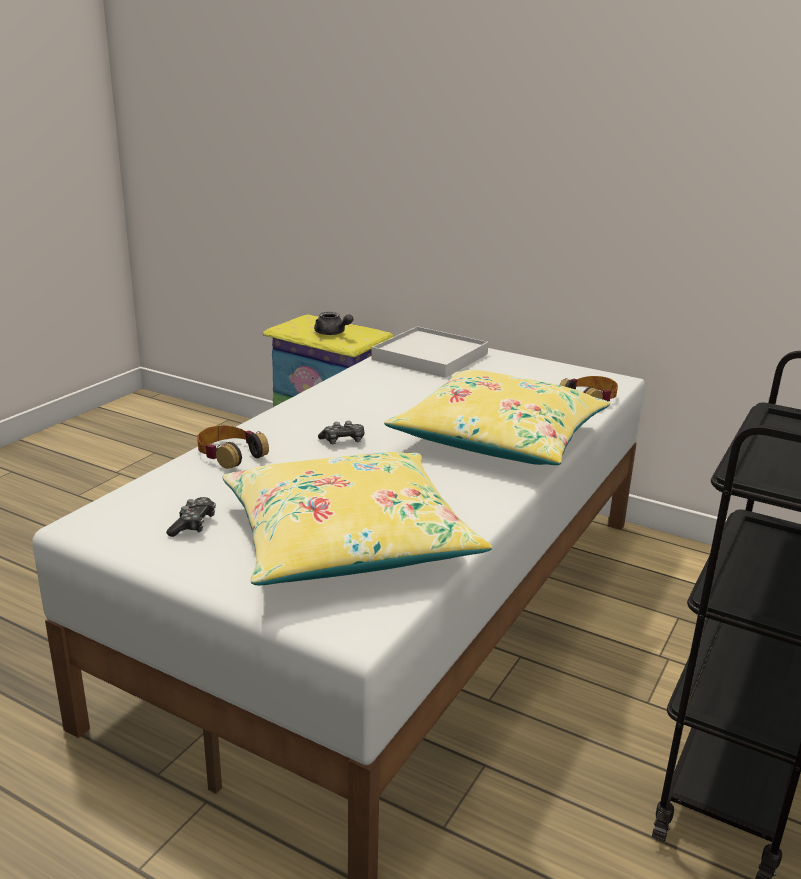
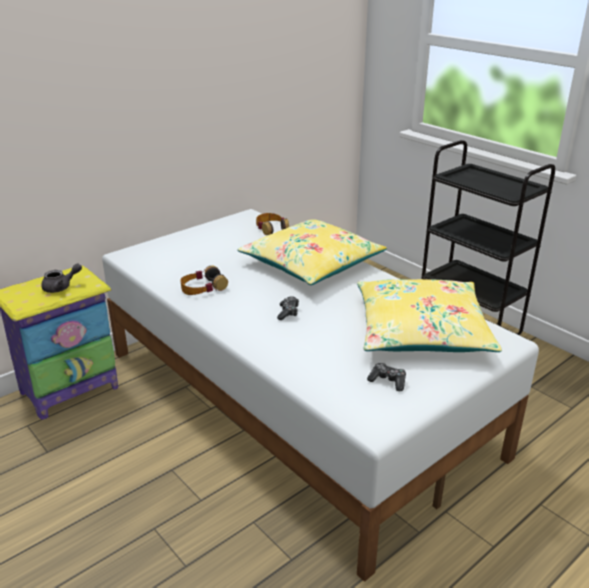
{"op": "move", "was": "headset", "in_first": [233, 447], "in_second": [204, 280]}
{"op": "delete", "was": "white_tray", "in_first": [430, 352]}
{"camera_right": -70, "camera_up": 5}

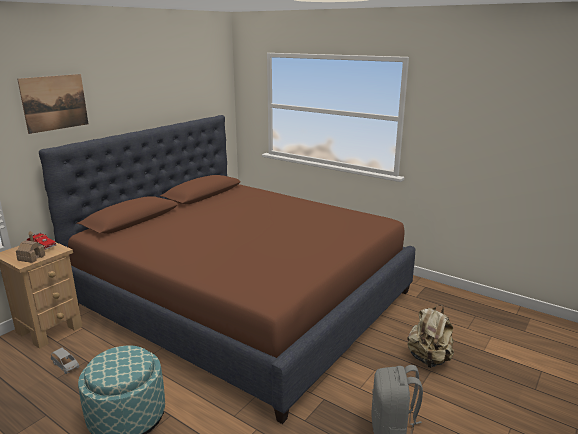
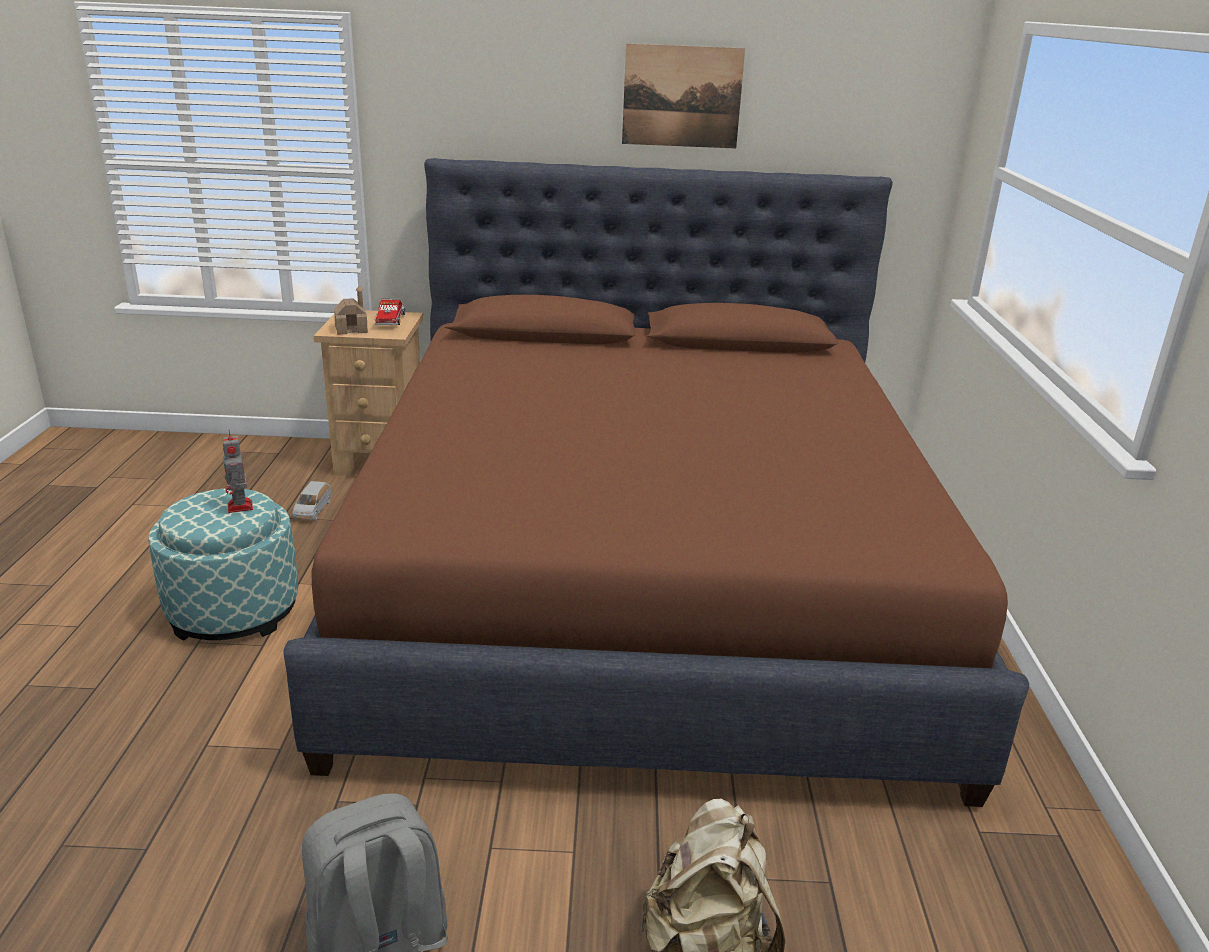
{"op": "move", "was": "picture", "in_first": [52, 104], "in_second": [683, 96]}
{"op": "insert", "now": "toy_robot", "in_second": [238, 471]}
{"camera_right": 55, "camera_up": 5}

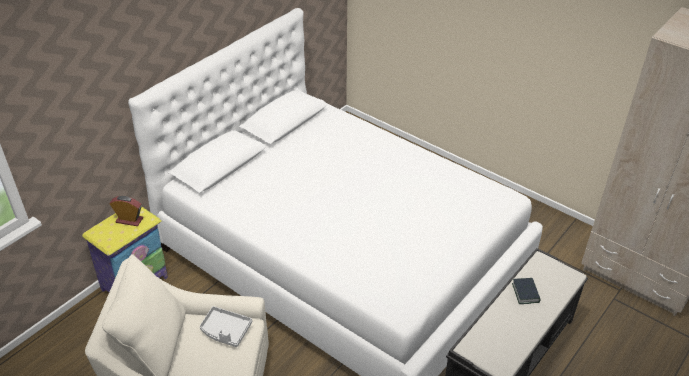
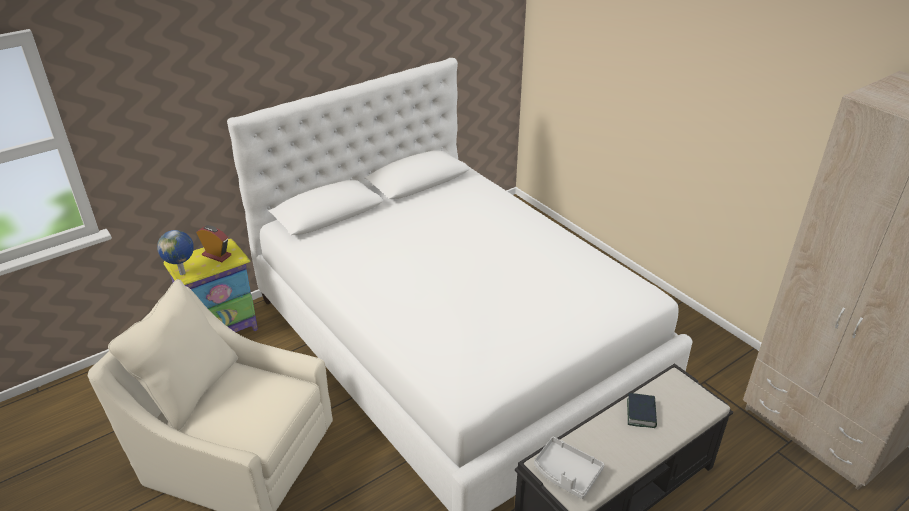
{"op": "move", "was": "greyish_tray", "in_first": [226, 326], "in_second": [569, 468]}
{"op": "insert", "now": "globe", "in_second": [175, 252]}
{"camera_right": 15, "camera_up": -5}

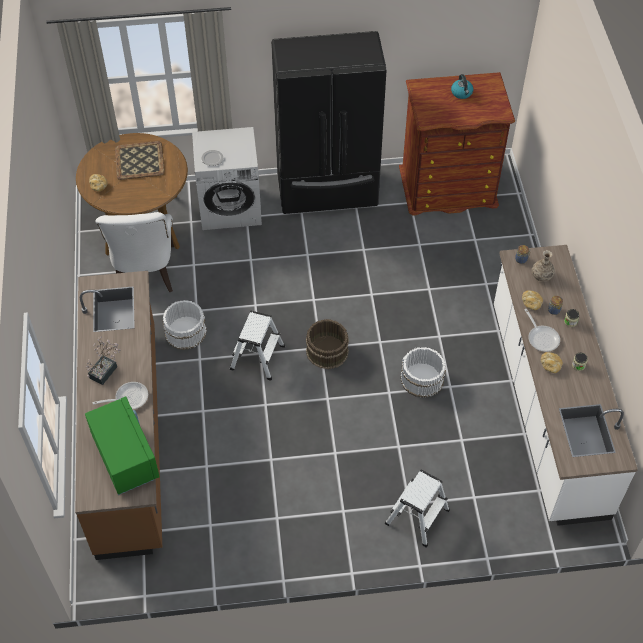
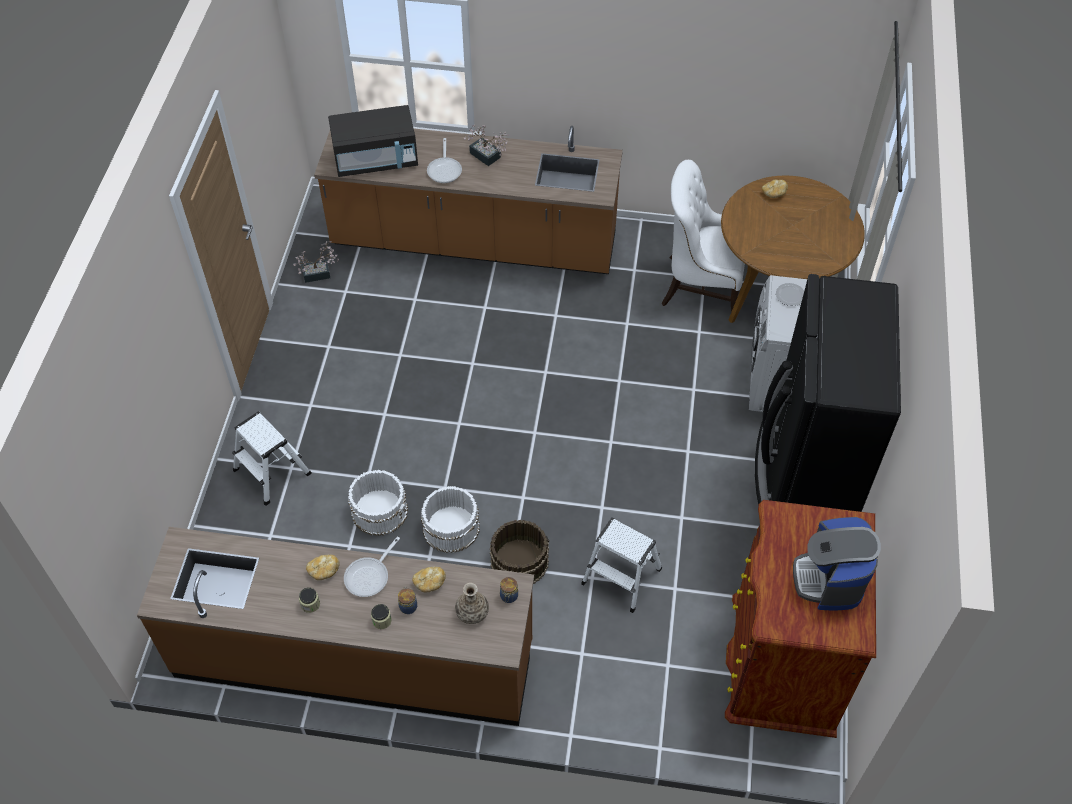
{"op": "recolor", "was": "green-coloured_microwave_oven", "now": "black_microwave_oven", "in_first": [122, 445], "in_second": [373, 141]}
{"op": "delete", "was": "tray", "in_first": [139, 160]}
{"op": "move", "was": "white_pail", "in_first": [185, 325], "in_second": [378, 503]}
{"op": "move", "was": "white_stepladder", "in_first": [257, 345], "in_second": [621, 565]}
{"op": "move", "was": "brownish_pail", "in_first": [327, 344], "in_second": [519, 552]}
{"op": "replace", "was": "kettle", "now": "coffee_maker", "in_first": [462, 86], "in_second": [837, 563]}
{"op": "recolor", "was": "white_counter", "now": "brownish_counter", "in_first": [566, 385], "in_second": [335, 626]}
{"op": "rotate", "was": "skillet", "in_first": [542, 330], "in_second": [372, 567], "clockwise": -45}
{"op": "insert", "now": "houseplant", "in_second": [316, 262]}
{"camera_right": 105, "camera_up": 0}

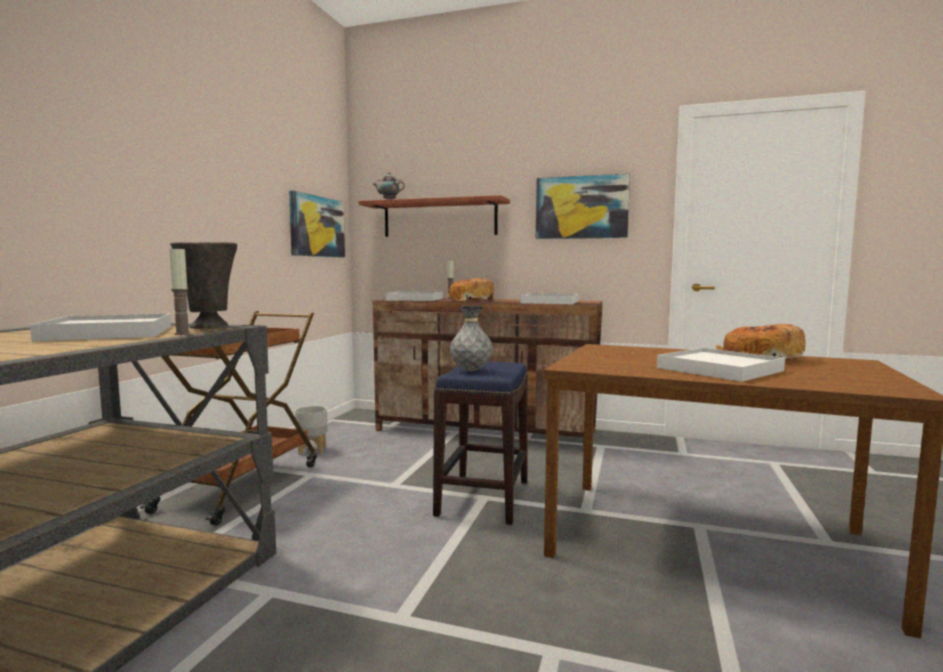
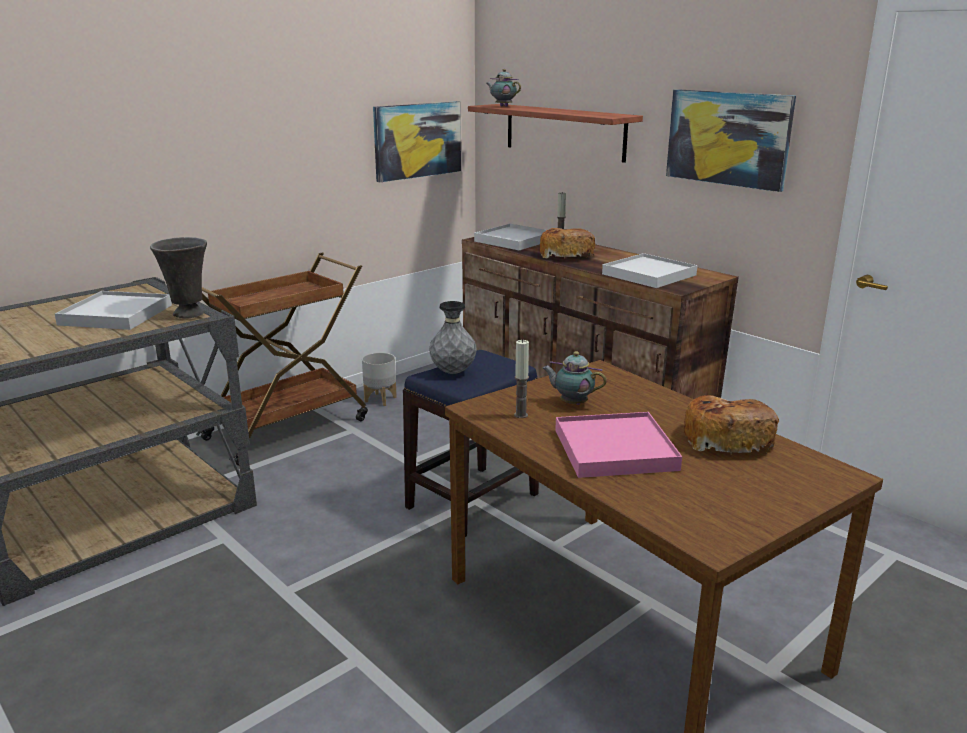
{"op": "move", "was": "wax_candle", "in_first": [180, 290], "in_second": [521, 379]}
{"op": "recolor", "was": "white_tray", "now": "pink-coloured_tray", "in_first": [721, 365], "in_second": [618, 445]}
{"op": "insert", "now": "pot_for_tea", "in_second": [574, 378]}
{"camera_right": 30, "camera_up": 15}

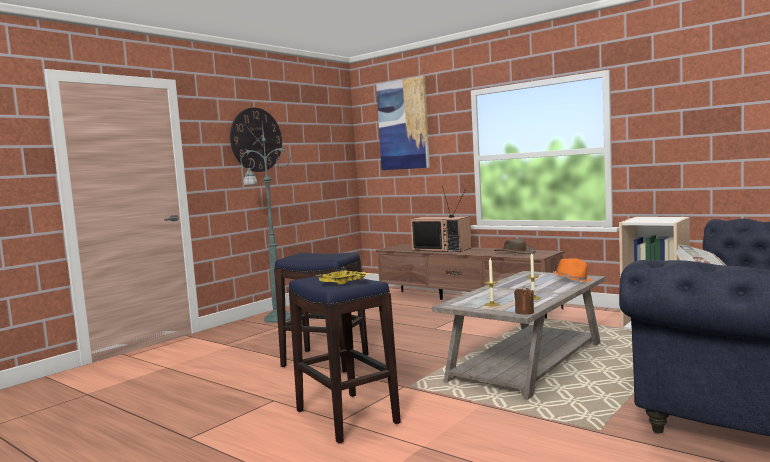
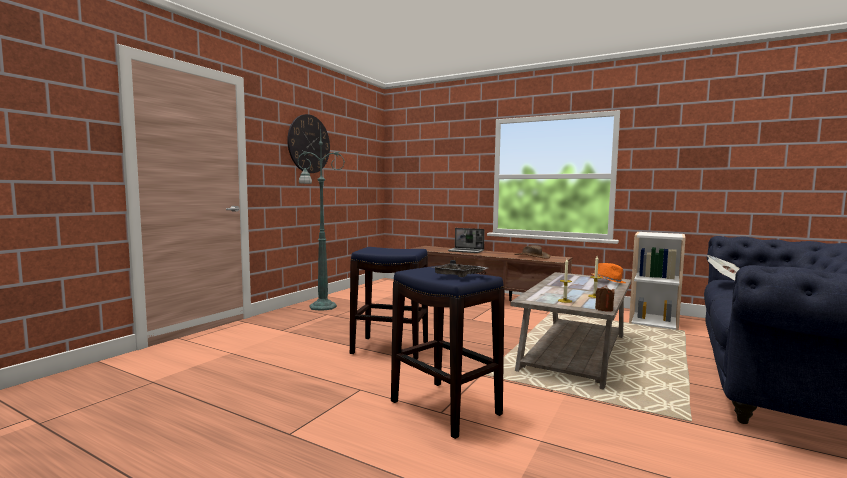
{"op": "recolor", "was": "yellow_tray", "now": "greyish_tray", "in_first": [341, 276], "in_second": [460, 268]}
{"op": "delete", "was": "picture", "in_first": [403, 123]}
{"op": "replace", "was": "TV_set", "now": "portable_computer", "in_first": [441, 219], "in_second": [466, 240]}
{"camera_right": -10, "camera_up": 0}

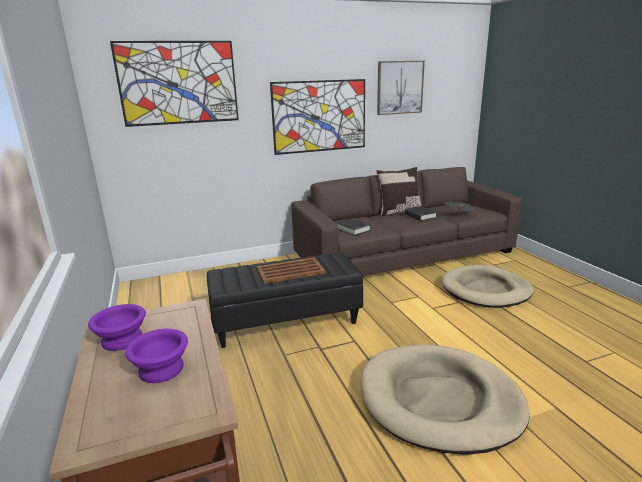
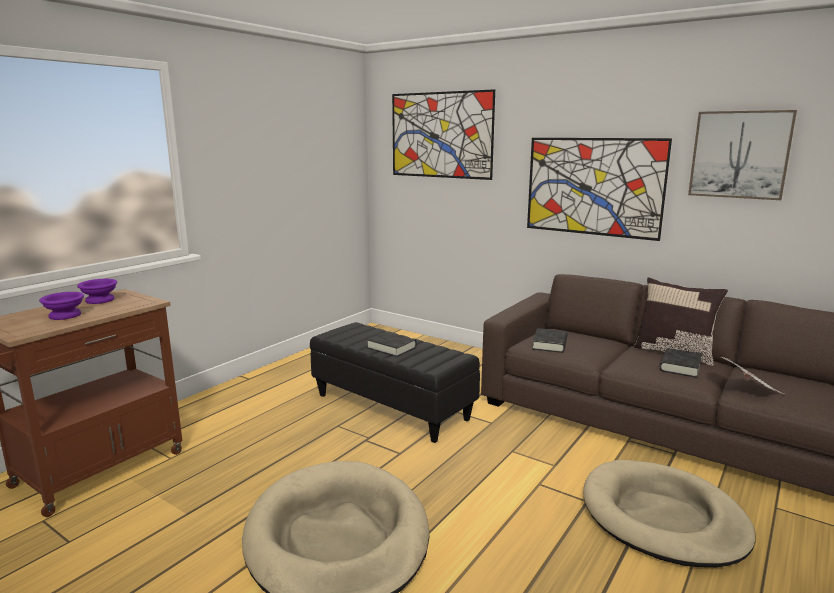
{"op": "replace", "was": "brownish_tray", "now": "black_book", "in_first": [291, 270], "in_second": [391, 344]}
{"camera_right": 55, "camera_up": -5}

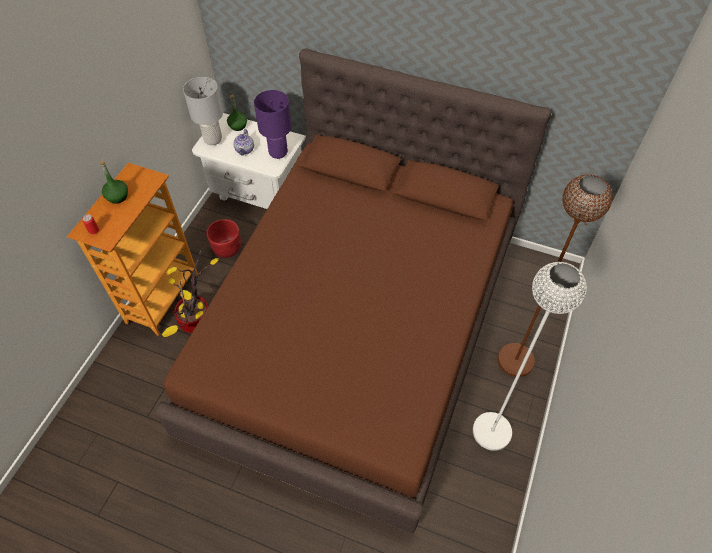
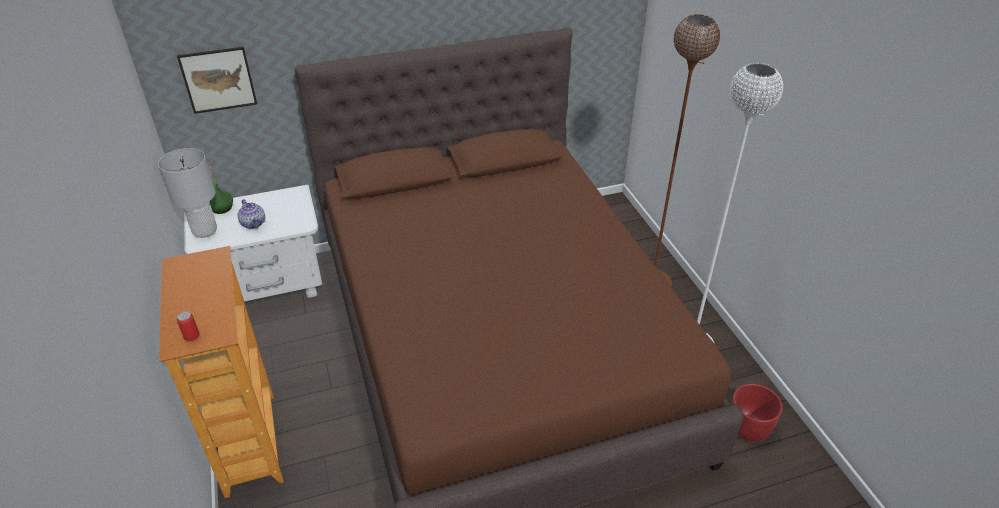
{"op": "delete", "was": "green-coloured_drink_bottle", "in_first": [114, 182]}
{"op": "delete", "was": "houseplant", "in_first": [190, 290]}
{"op": "move", "was": "reddish_flower_pot", "in_first": [223, 238], "in_second": [757, 413]}
{"op": "delete", "was": "purple_table_lamp", "in_first": [272, 124]}
{"op": "insert", "now": "picture", "in_second": [217, 80]}
{"camera_right": -40, "camera_up": -15}

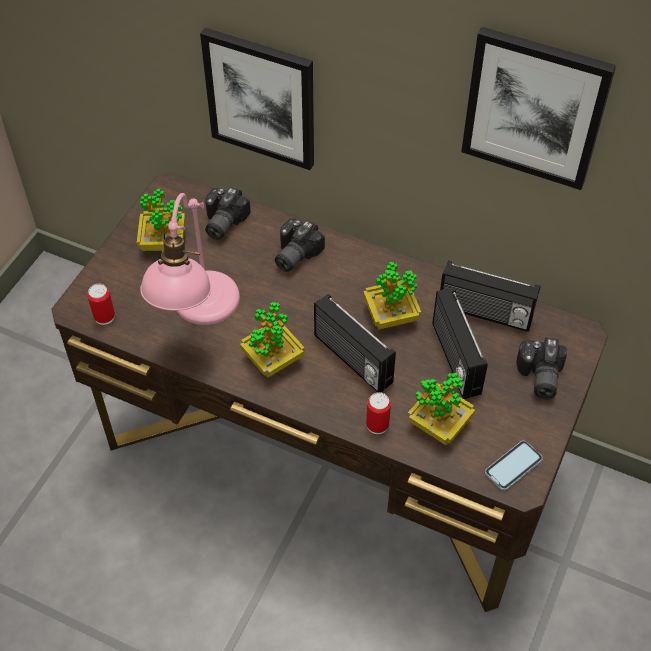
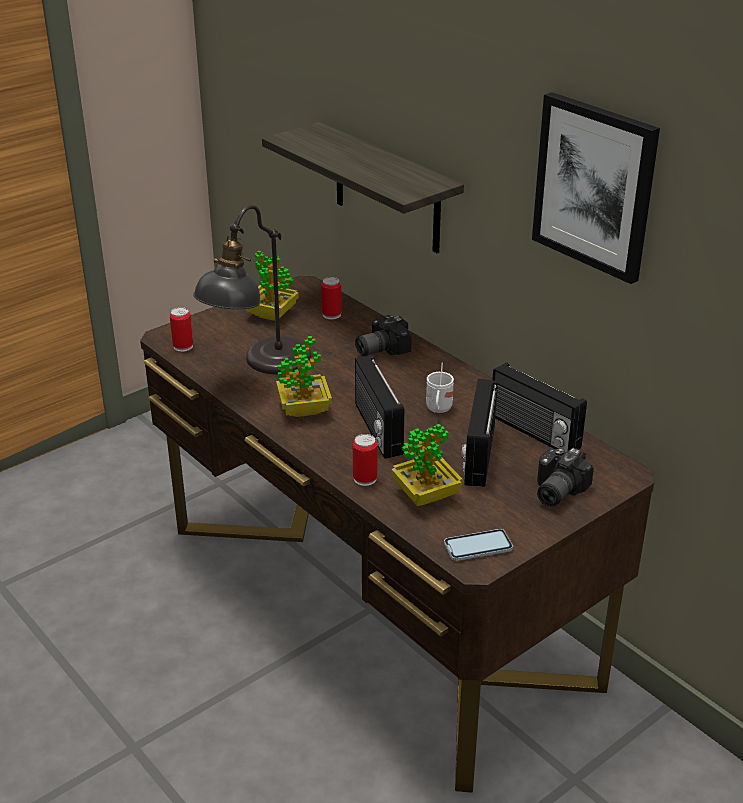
{"op": "recolor", "was": "pink-coloured_table_lamp", "now": "greyish_table_lamp", "in_first": [190, 259], "in_second": [252, 289]}
{"op": "replace", "was": "picture", "now": "bracket_shelf", "in_first": [257, 99], "in_second": [363, 187]}
{"op": "replace", "was": "still_camera", "now": "metal_can", "in_first": [228, 213], "in_second": [331, 298]}
{"op": "replace", "was": "houseplant", "now": "white_mug", "in_first": [392, 296], "in_second": [440, 388]}
{"camera_right": 25, "camera_up": -20}

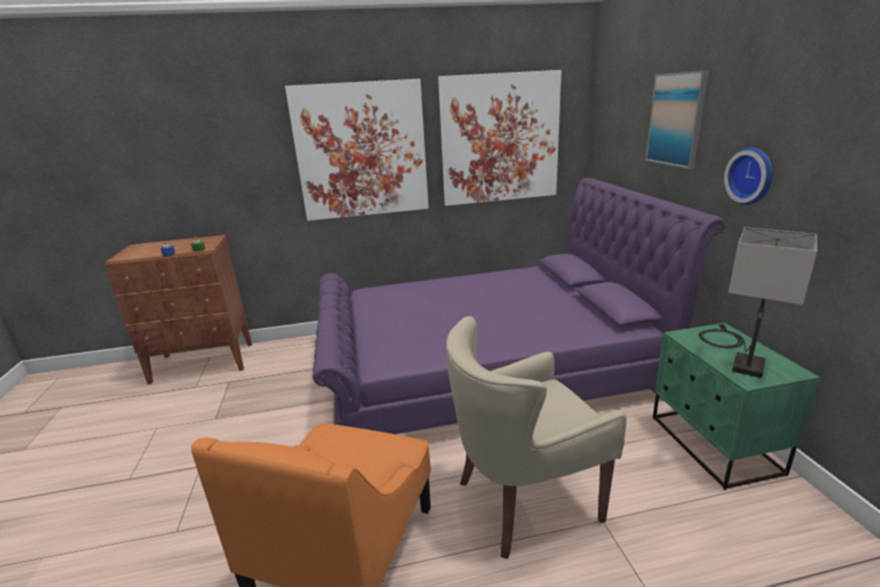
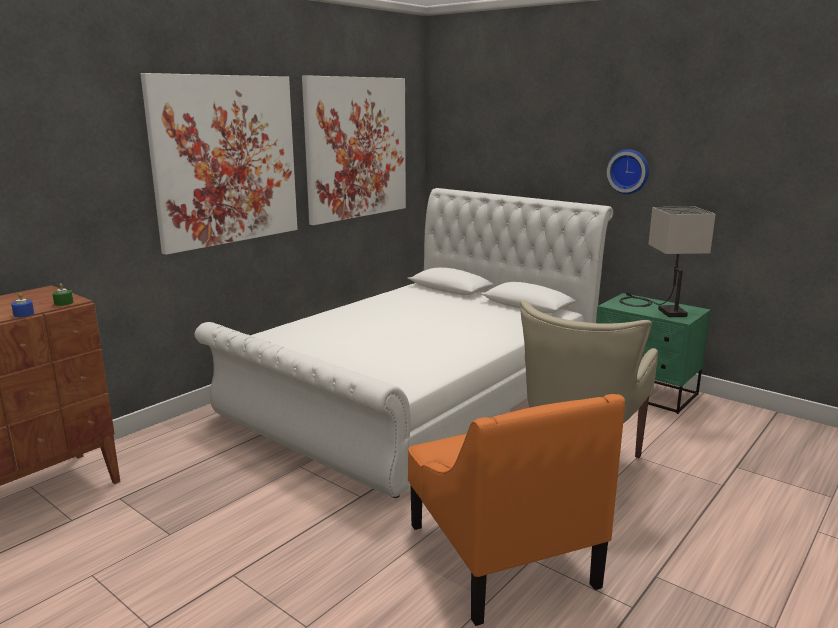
{"op": "recolor", "was": "purple_bed", "now": "white_bed", "in_first": [519, 306], "in_second": [403, 343]}
{"op": "delete", "was": "picture", "in_first": [677, 119]}
{"camera_right": -40, "camera_up": -5}

